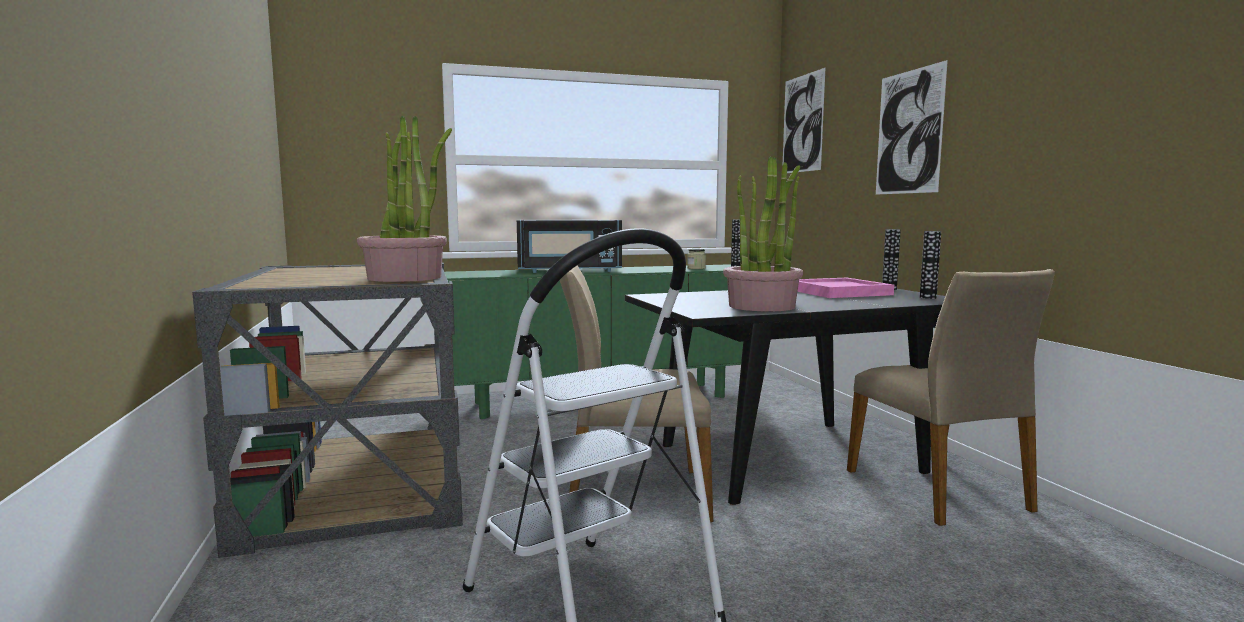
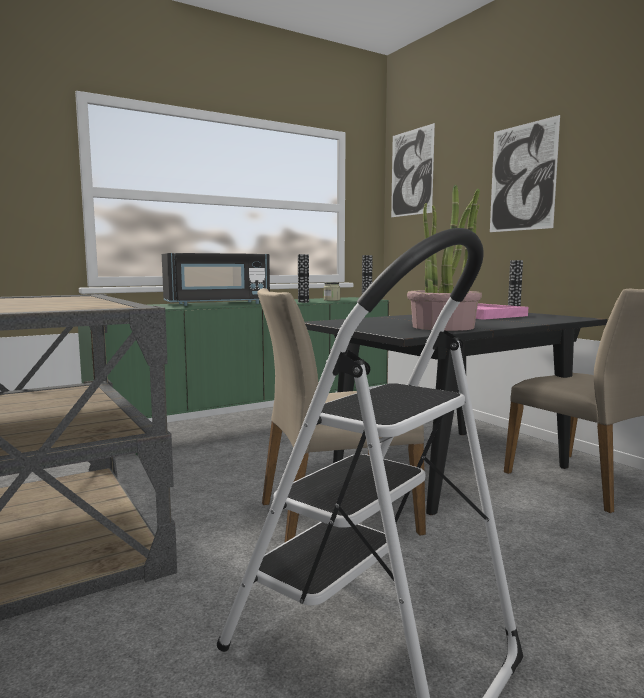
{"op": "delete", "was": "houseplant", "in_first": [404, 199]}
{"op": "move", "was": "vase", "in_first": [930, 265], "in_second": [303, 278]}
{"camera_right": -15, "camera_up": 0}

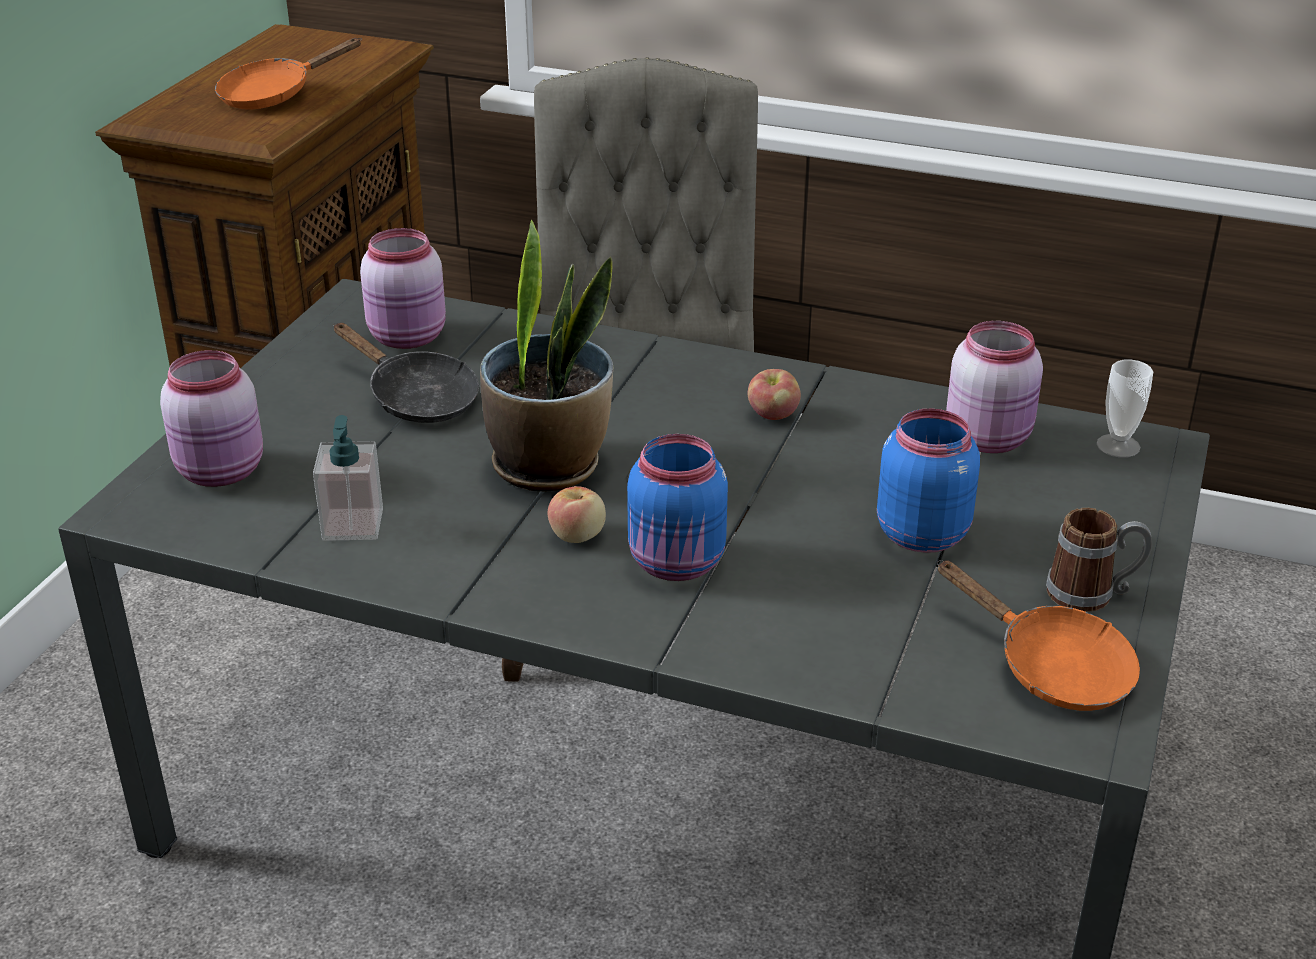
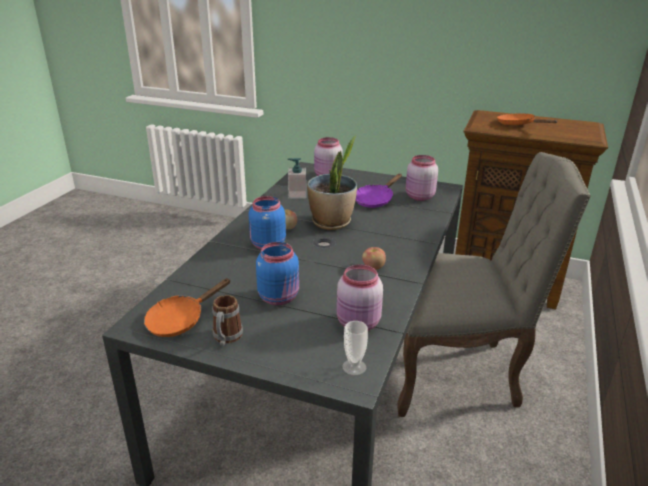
{"op": "recolor", "was": "black_skillet", "now": "purple_skillet", "in_first": [406, 373], "in_second": [379, 191]}
{"camera_right": 90, "camera_up": -5}

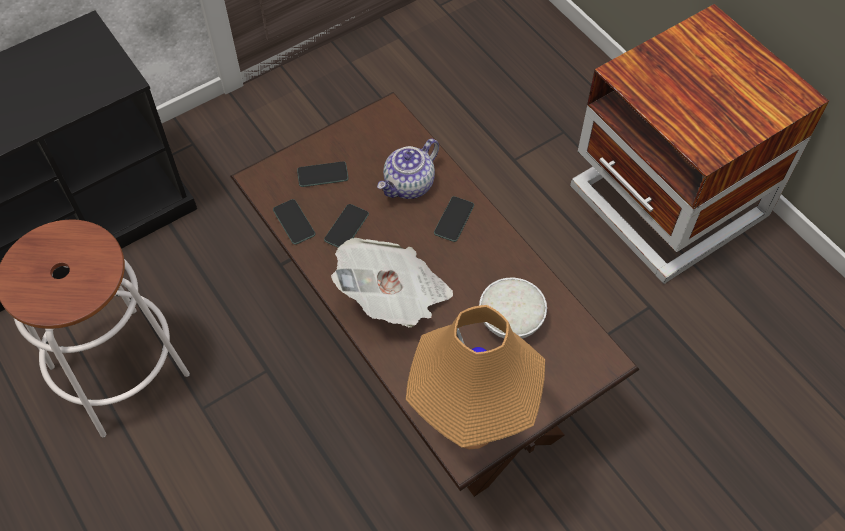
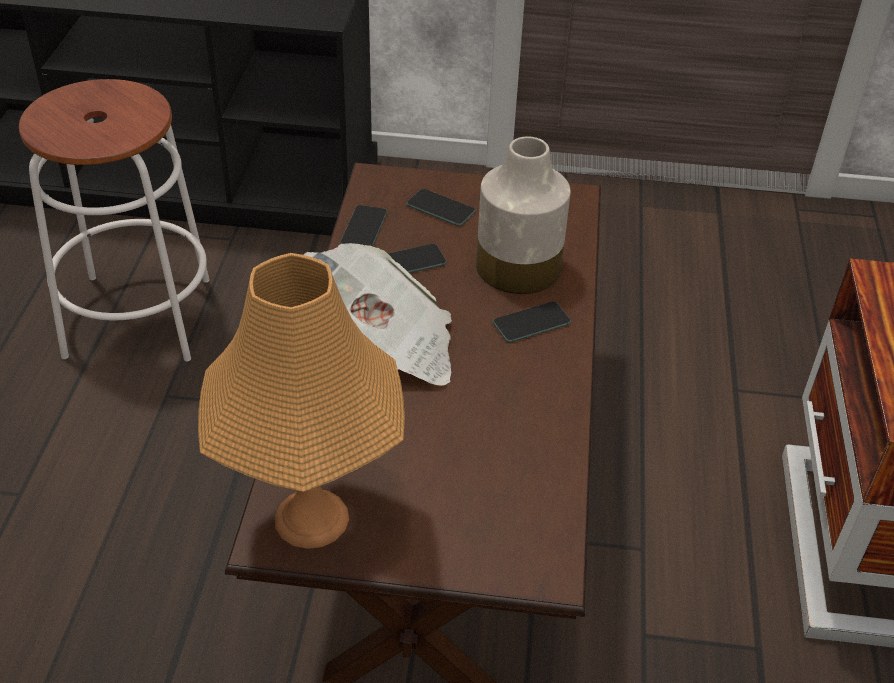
{"op": "replace", "was": "pot_for_tea", "now": "sand-coloured_vase", "in_first": [408, 169], "in_second": [523, 215]}
{"op": "delete", "was": "white_deep_dish", "in_first": [513, 308]}
{"camera_right": 40, "camera_up": -15}

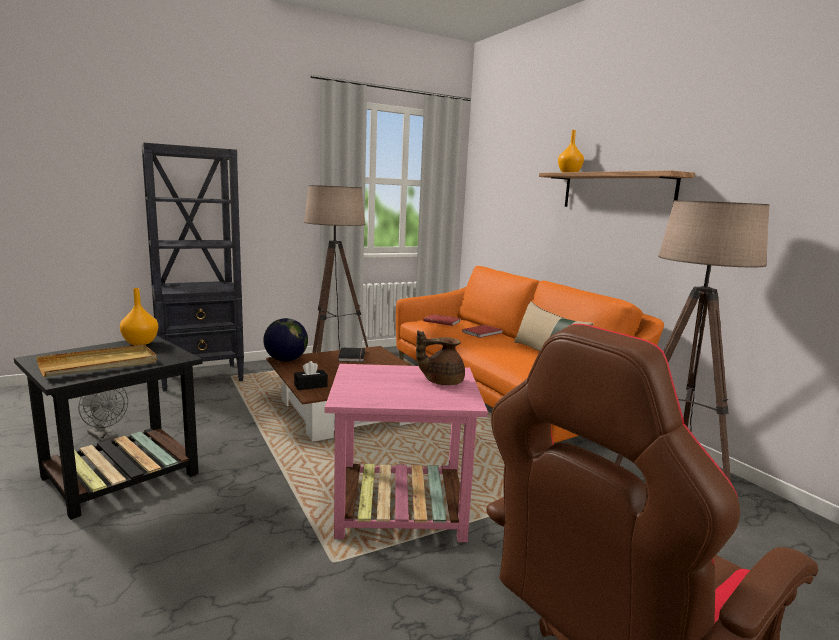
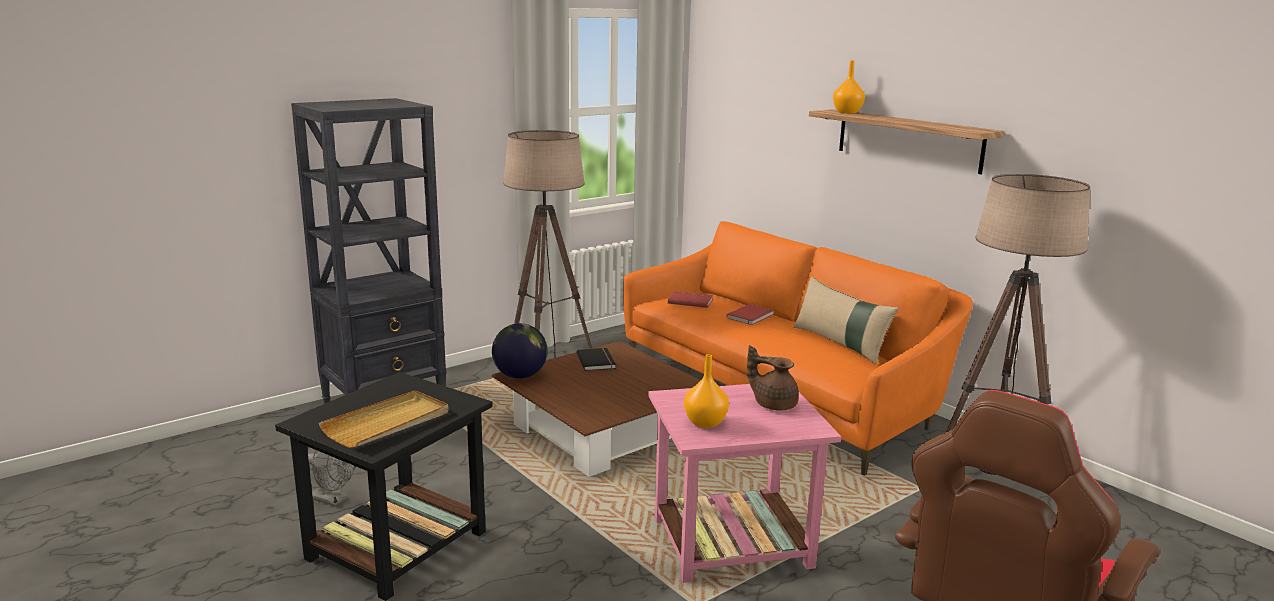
{"op": "move", "was": "orange-coloured_vase", "in_first": [139, 316], "in_second": [706, 391]}
{"op": "delete", "was": "black_box_of_tissues", "in_first": [311, 375]}
{"op": "rotate", "was": "brownish_pot_for_tea", "in_first": [440, 357], "in_second": [773, 378], "clockwise": 45}
{"camera_right": -10, "camera_up": 5}

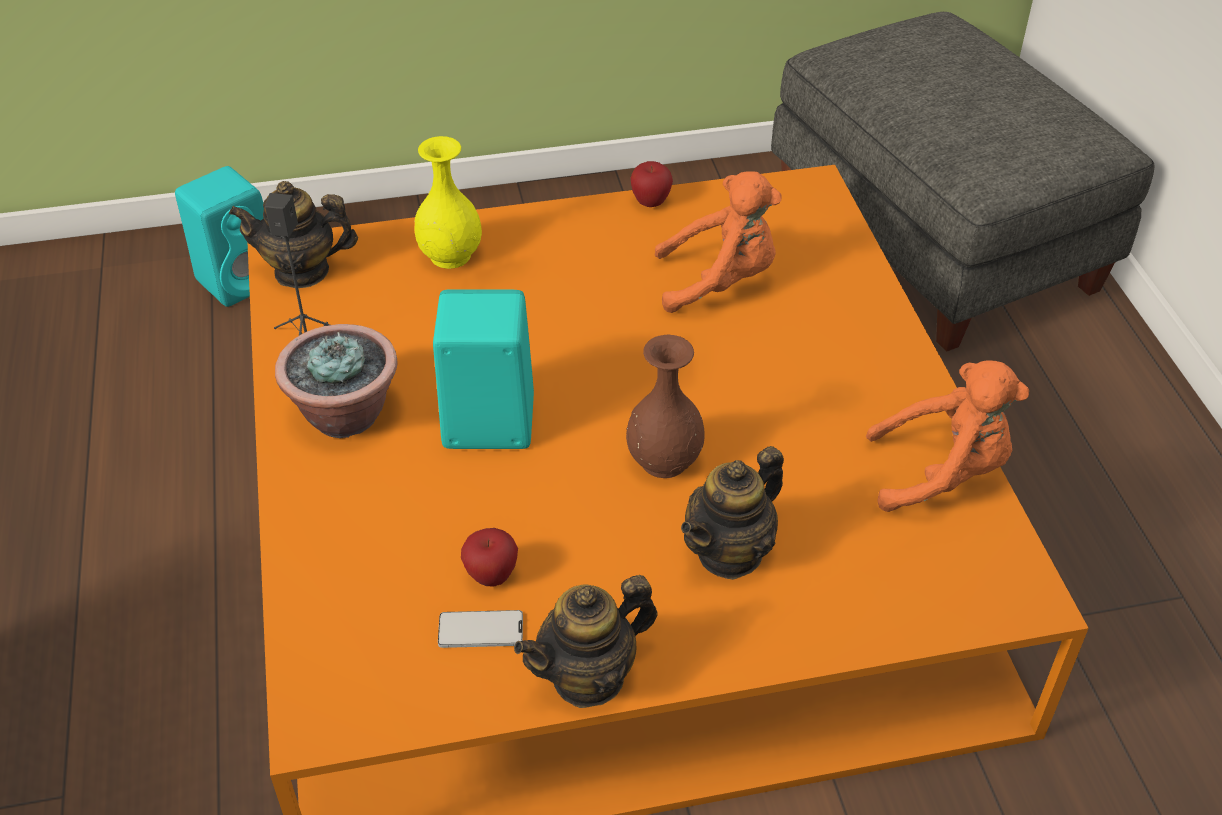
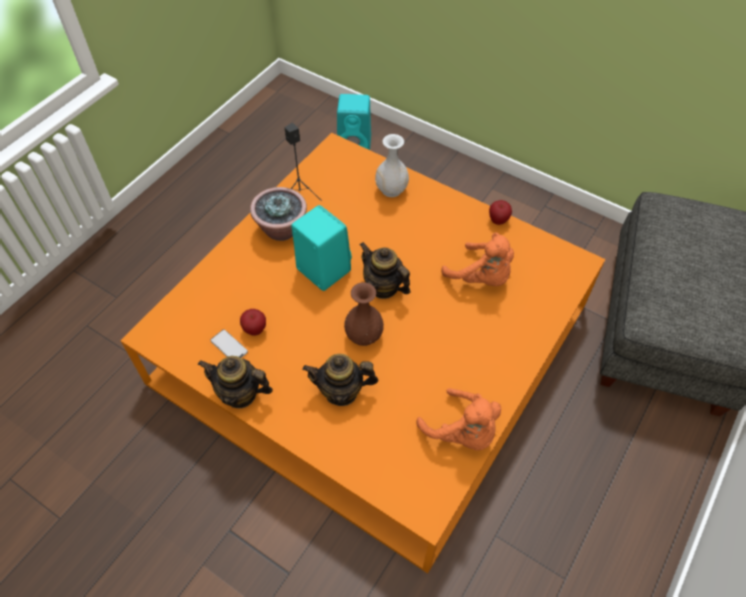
{"op": "move", "was": "pot_for_tea", "in_first": [293, 234], "in_second": [385, 270]}
{"op": "recolor", "was": "yellow_vase", "now": "white_vase", "in_first": [448, 202], "in_second": [392, 165]}
{"camera_right": 45, "camera_up": 10}

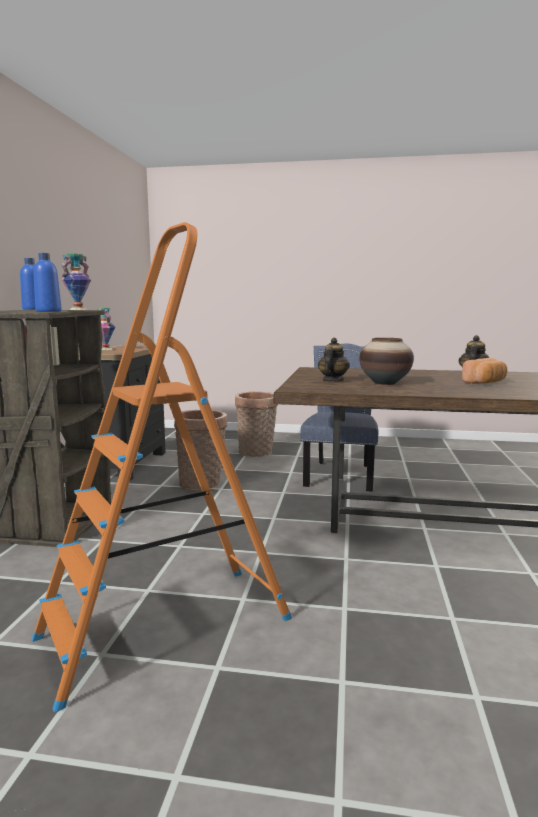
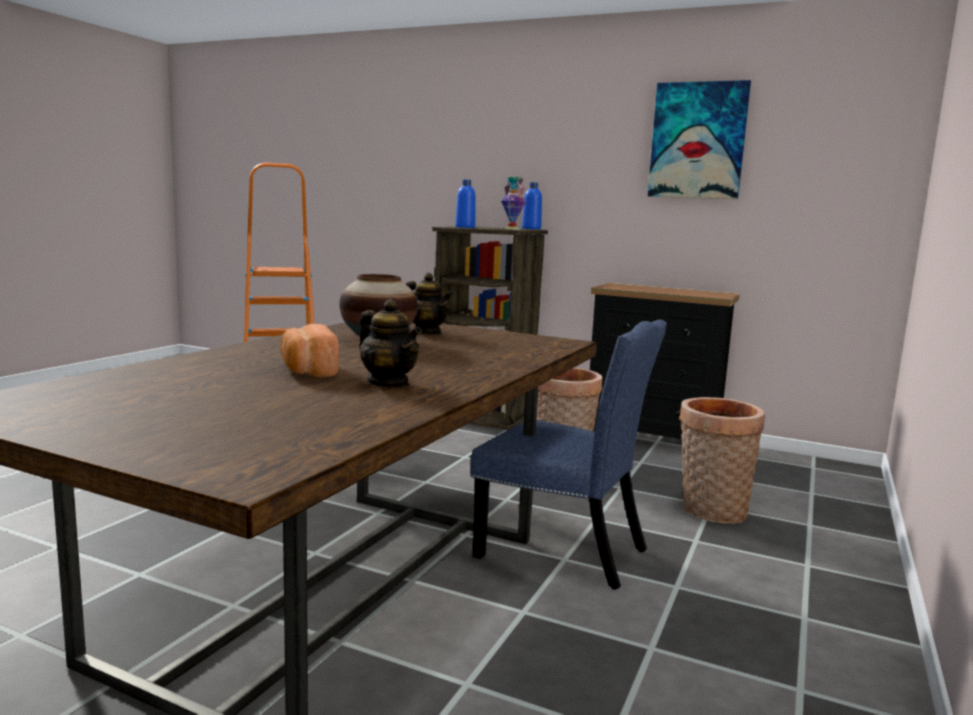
{"op": "delete", "was": "vase", "in_first": [106, 329]}
{"op": "insert", "now": "picture", "in_second": [699, 139]}
{"camera_right": 105, "camera_up": 0}

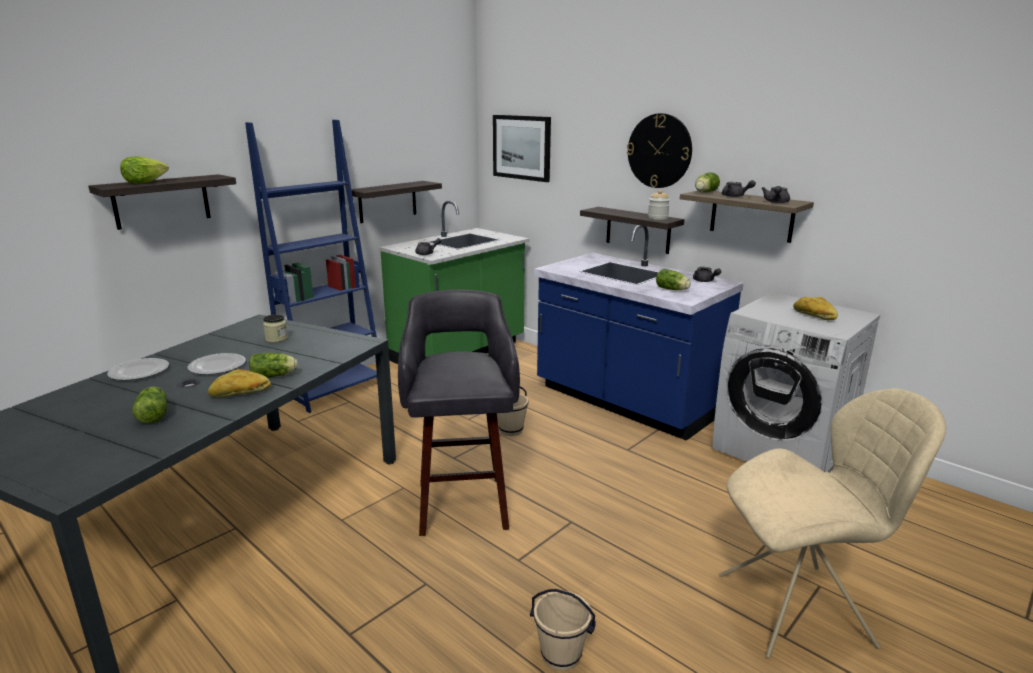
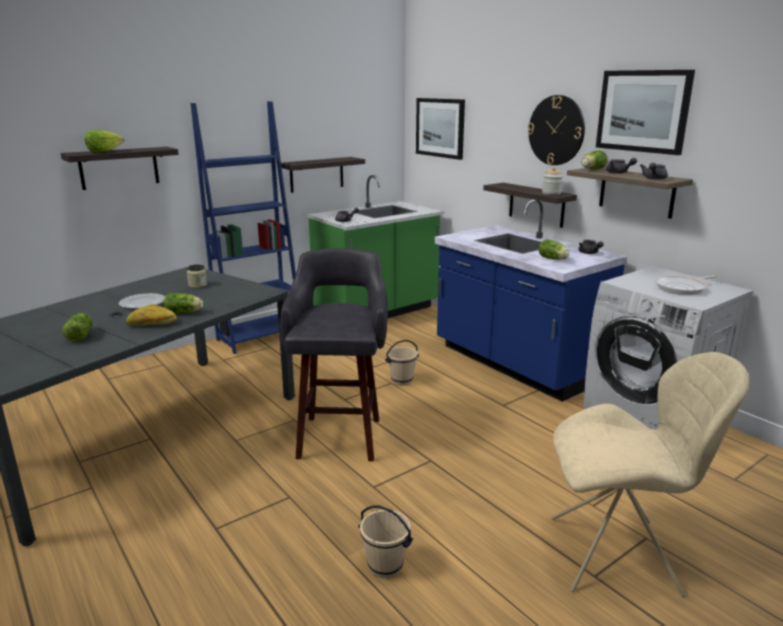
{"op": "delete", "was": "plate", "in_first": [138, 369]}
{"op": "replace", "was": "baked_bread", "now": "skillet", "in_first": [815, 308], "in_second": [686, 285]}
{"op": "insert", "now": "picture", "in_second": [645, 112]}
{"camera_right": 10, "camera_up": 0}

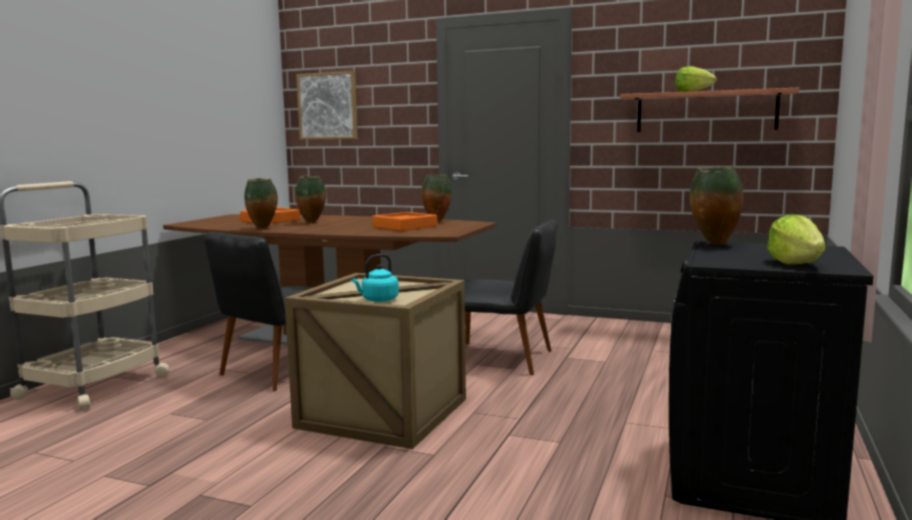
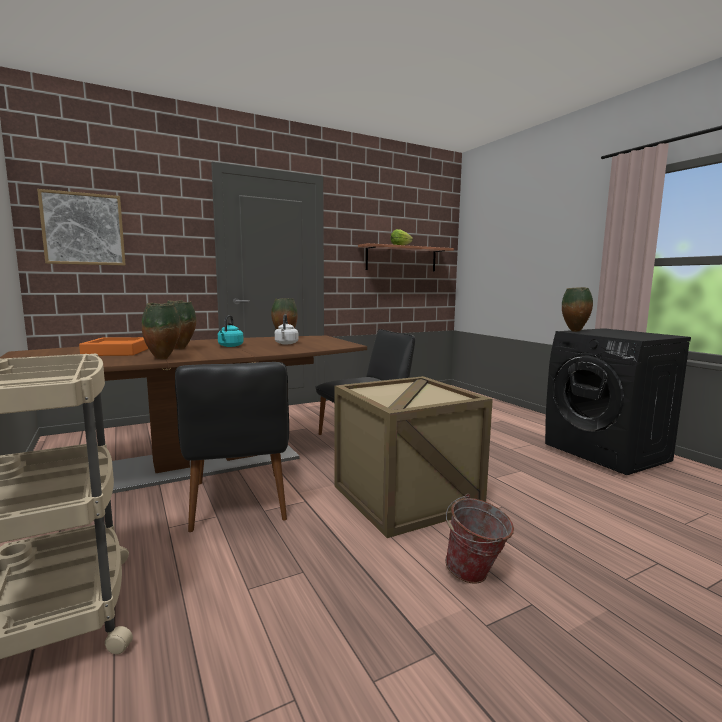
{"op": "move", "was": "turquoise_kettle", "in_first": [375, 278], "in_second": [231, 331]}
{"op": "replace", "was": "orange-coloured_tray", "now": "white_kettle", "in_first": [404, 221], "in_second": [286, 329]}
{"op": "delete", "was": "head_of_lettuce", "in_first": [796, 239]}
{"op": "insert", "now": "pail", "in_second": [479, 539]}
{"camera_right": -50, "camera_up": 0}

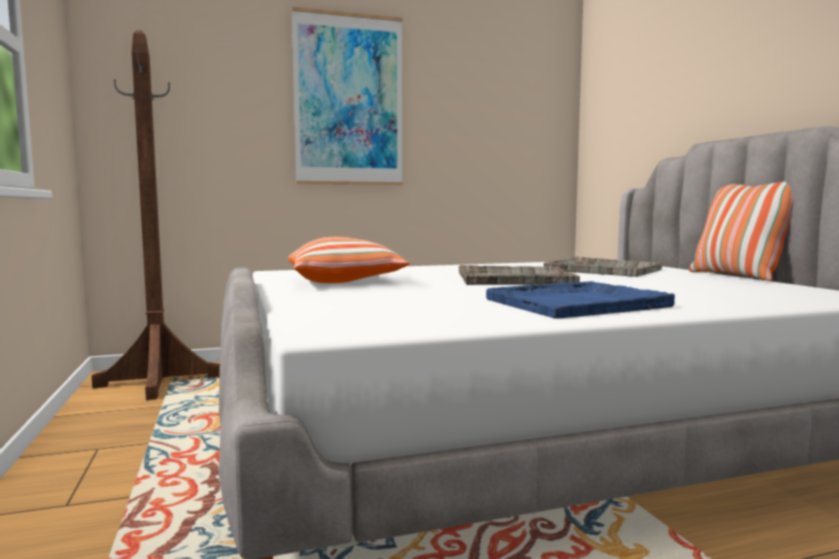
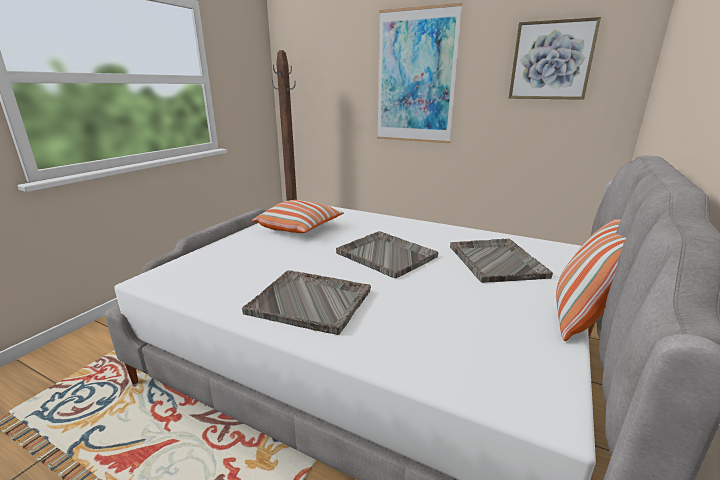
{"op": "recolor", "was": "blue_tray", "now": "greyish_tray", "in_first": [580, 300], "in_second": [306, 302]}
{"op": "insert", "now": "picture", "in_second": [555, 58]}
{"camera_right": 45, "camera_up": 15}

